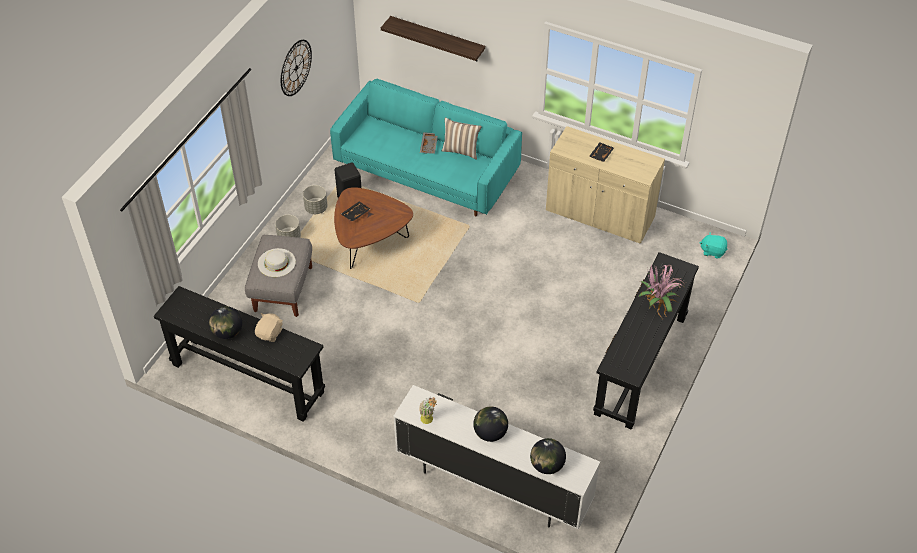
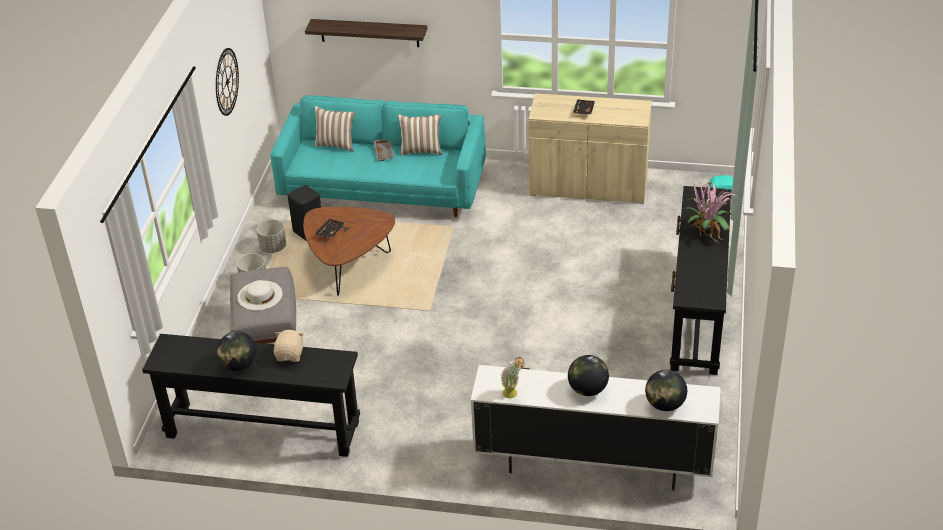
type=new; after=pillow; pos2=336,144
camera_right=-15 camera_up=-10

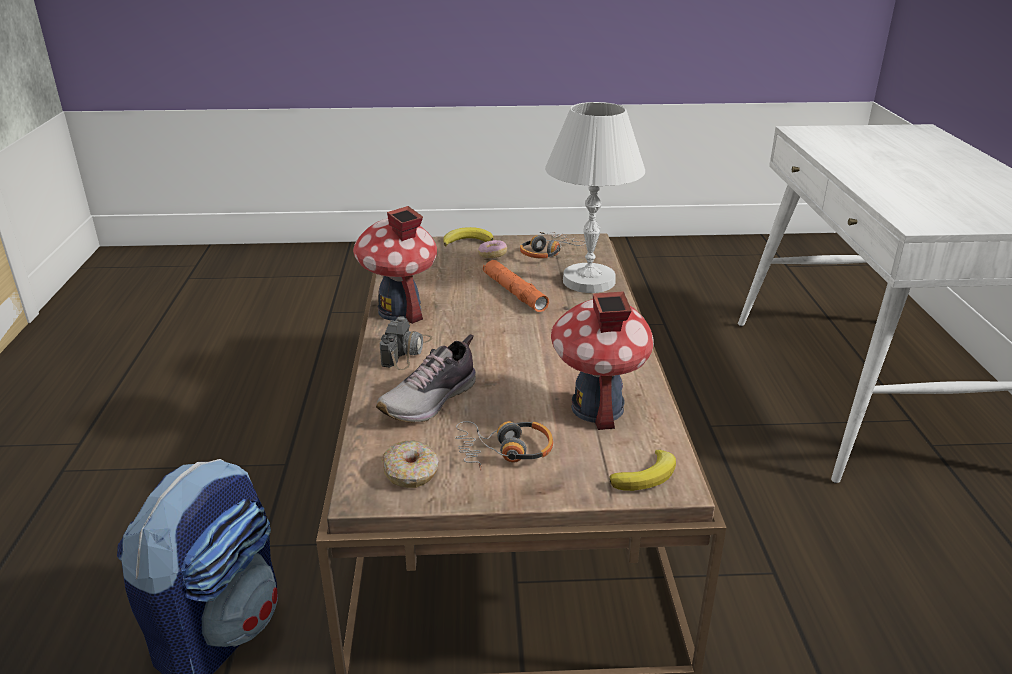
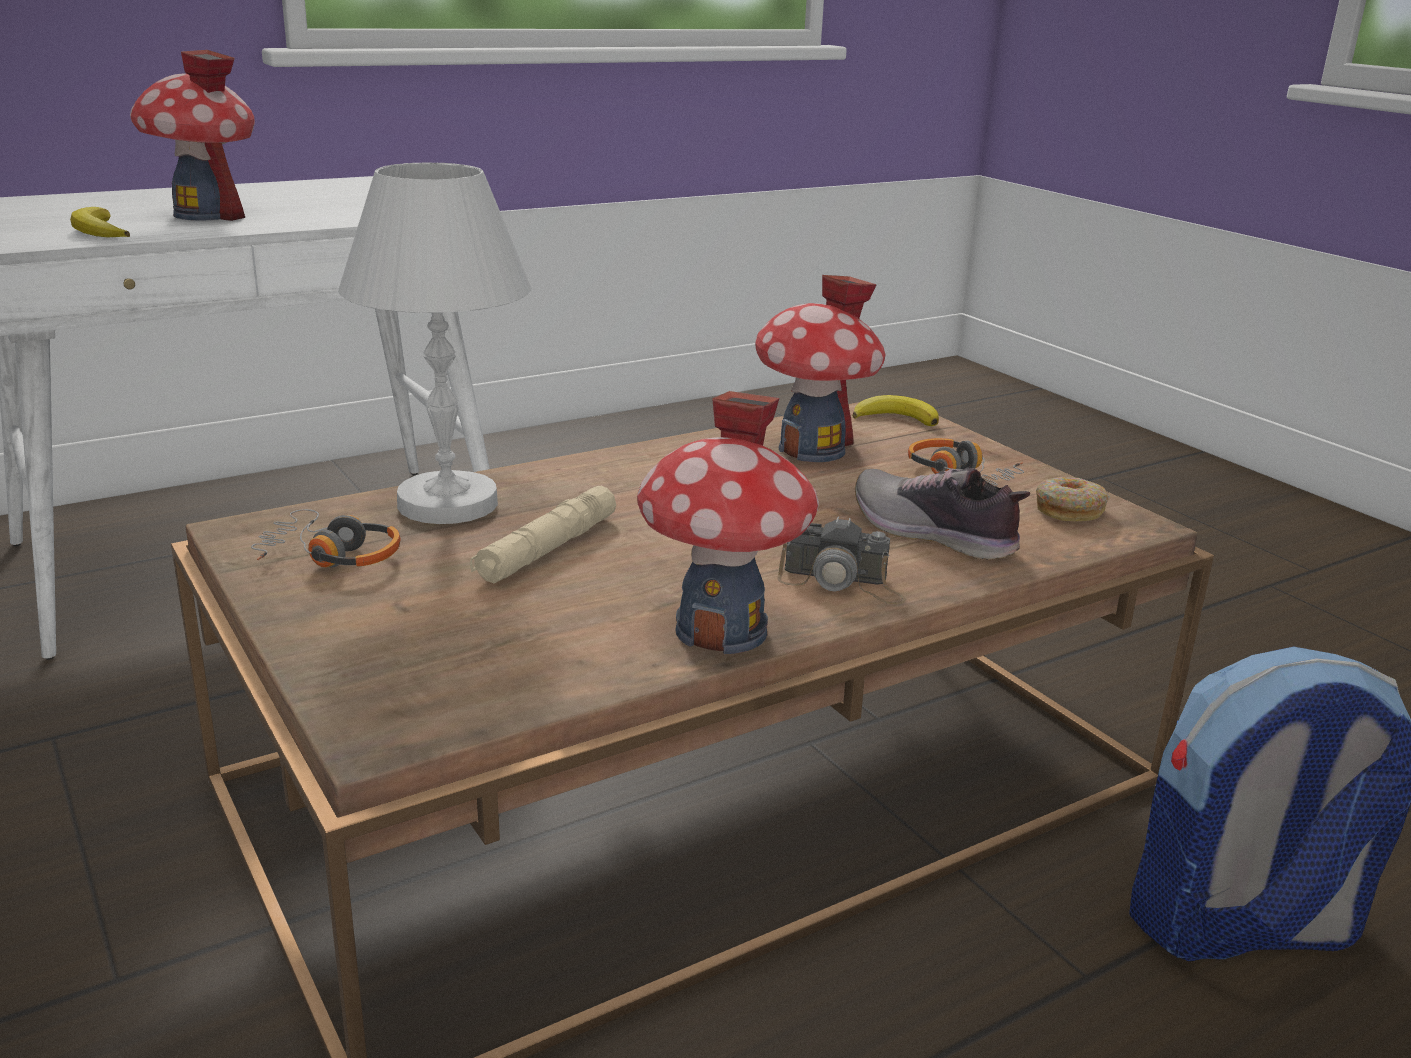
type=shifted; before=banana; pos1=467,241; pos2=98,231
type=gone; before=donut; pos1=492,255
type=repainted; before=flashlight (orange); after=flashlight (beige); pos1=514,292; pos2=547,549
type=rotated; before=photo camera; pos1=407,351; pos2=842,583; turn=-150
type=rotated; before=shoe; pos1=431,400; pos2=933,534; turn=-150
type=new; after=toy house; pos2=205,214
camera_right=-120 camera_up=-5

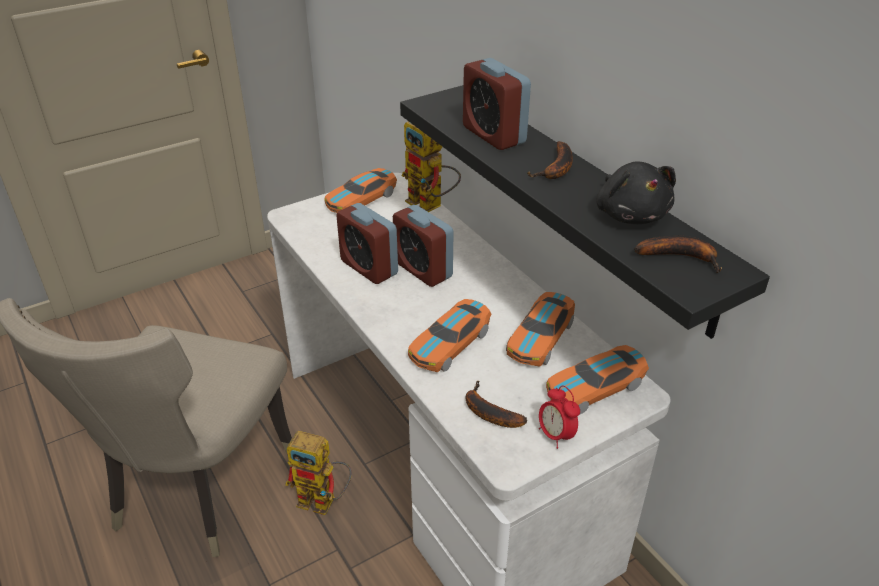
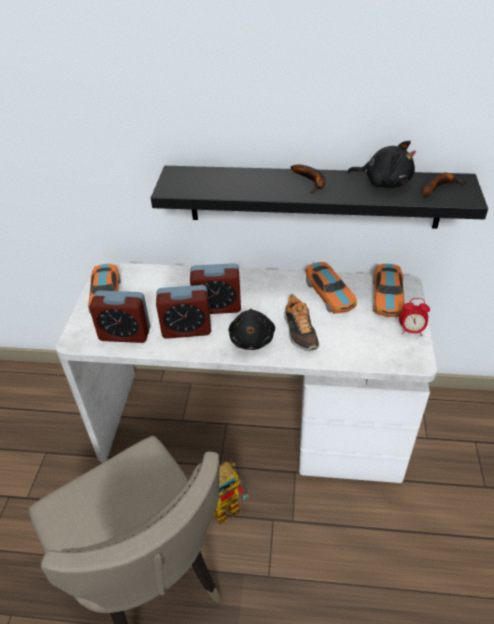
type=shifted; before=alarm clock; pos1=493,135; pos2=125,334
type=gone; before=toy robot; pos1=431,205
type=swapped; before=toy car; after=shoe; pos1=450,343; pos2=299,331
type=gone; before=banana; pos1=487,412
type=new; after=plush toy (black); pos2=252,339
camera_right=-50 camera_up=5

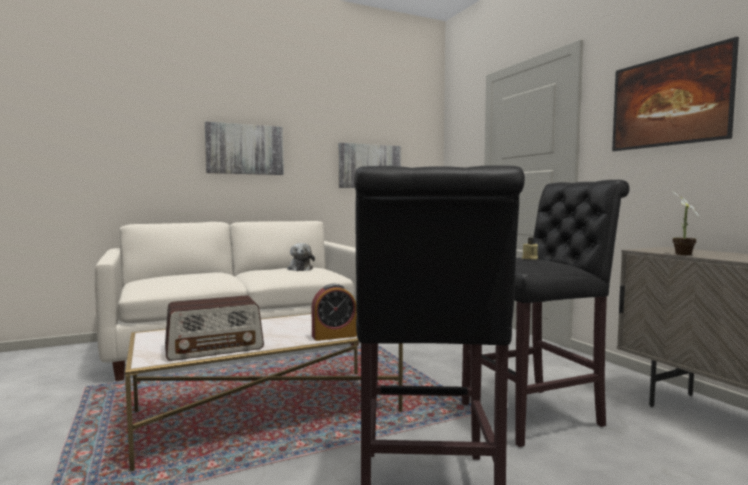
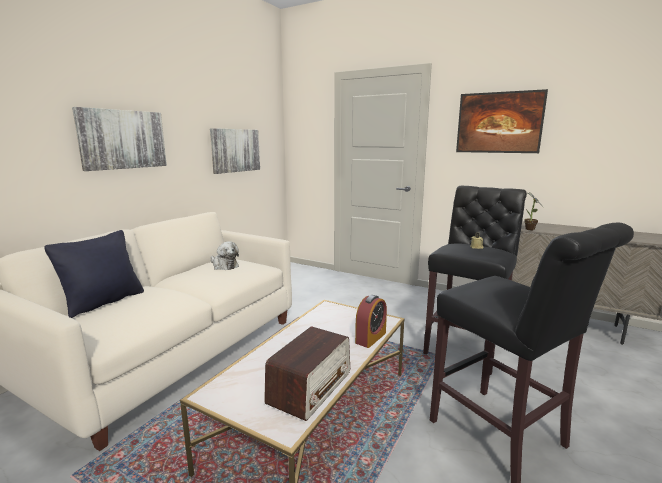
type=new; after=pillow (black); pos2=104,302
camera_right=-35 camera_up=10

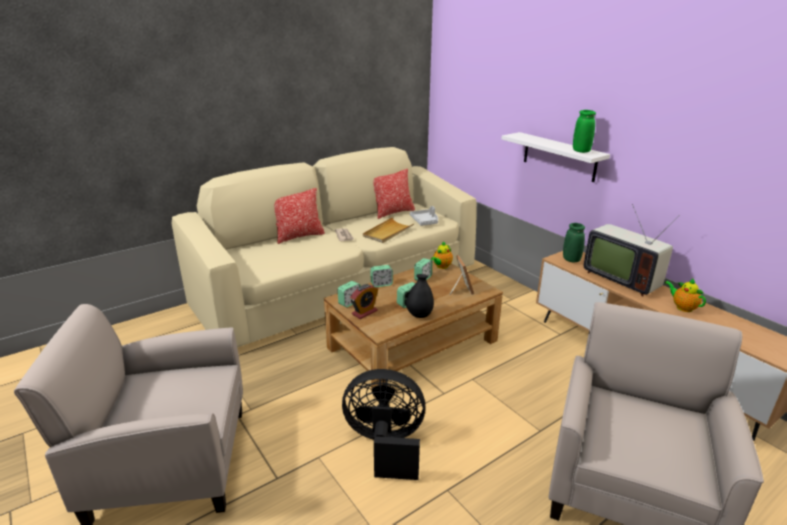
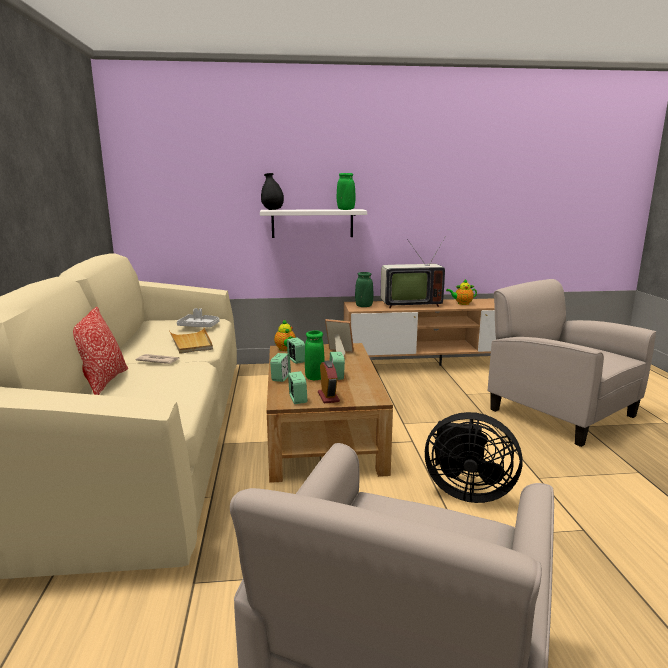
type=gone; before=pillow; pos1=393,212
type=shifted; before=vase (black); pos1=419,315; pos2=272,210
type=rotated; before=fan (black); pos1=385,445; pos2=466,491; turn=-105
type=new; after=vase (green); pos2=314,378
camera_right=-60 camera_up=-10

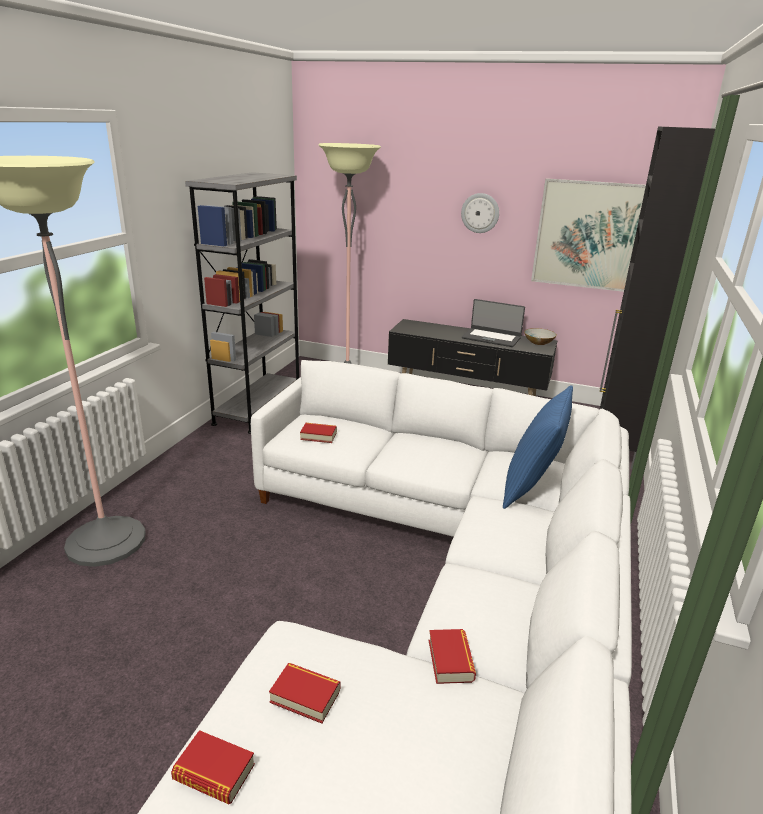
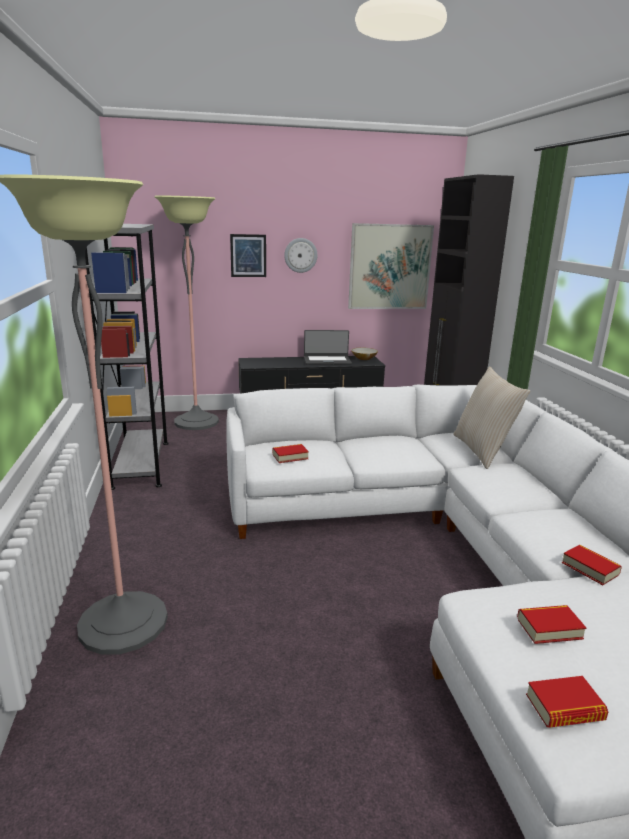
type=repainted; before=pillow (blue); after=pillow (beige); pos1=532,486; pos2=483,451
type=new; after=picture; pos2=248,255
camera_right=-30 camera_up=-5

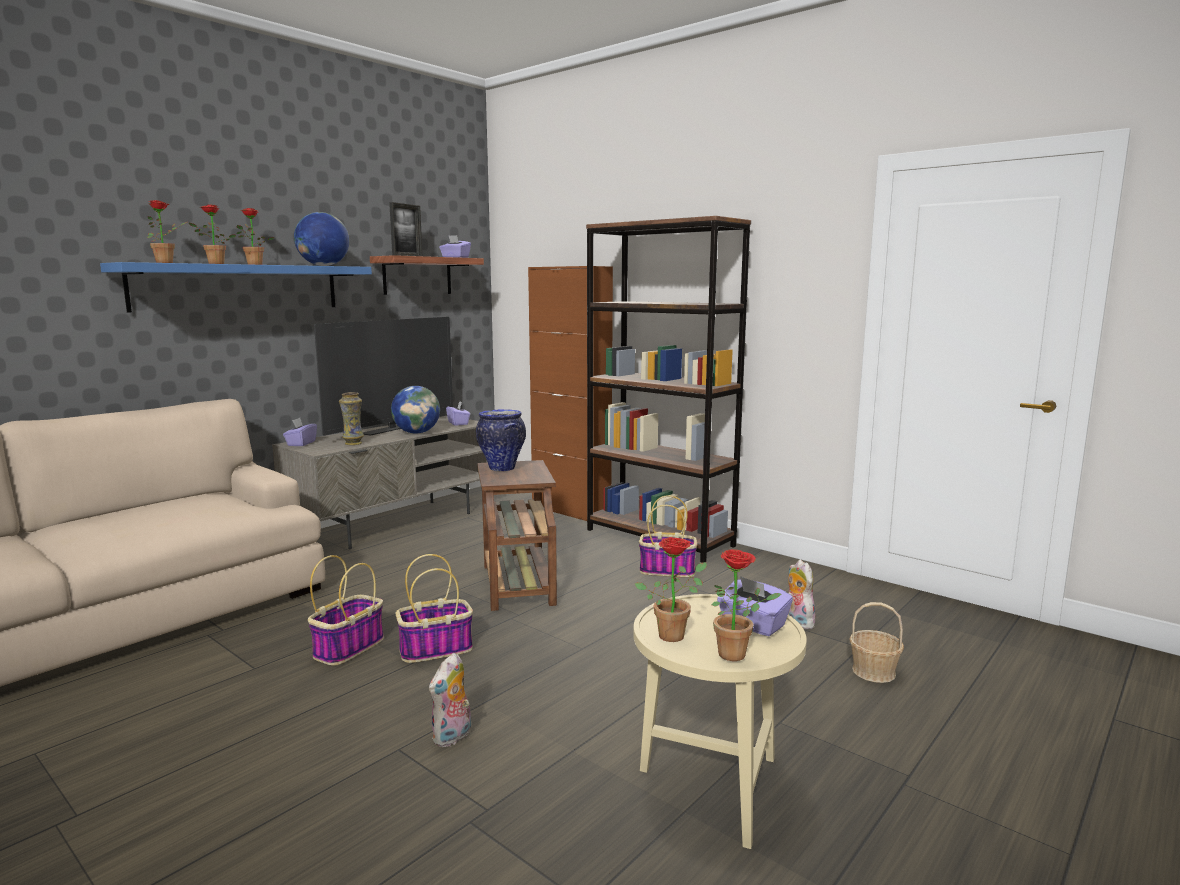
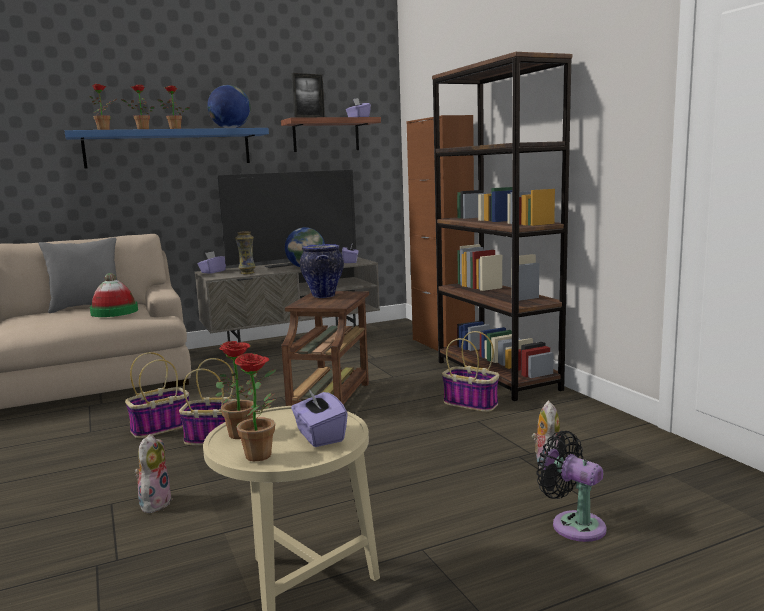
type=swapped; before=basket; after=fan (black); pos1=874,672; pos2=573,524
type=rotated; before=plush toy; pos1=453,737; pos2=154,503; turn=135
type=new; after=pillow (grey); pos2=87,307
type=new; after=hat; pos2=114,312
camera_right=25 camera_up=0

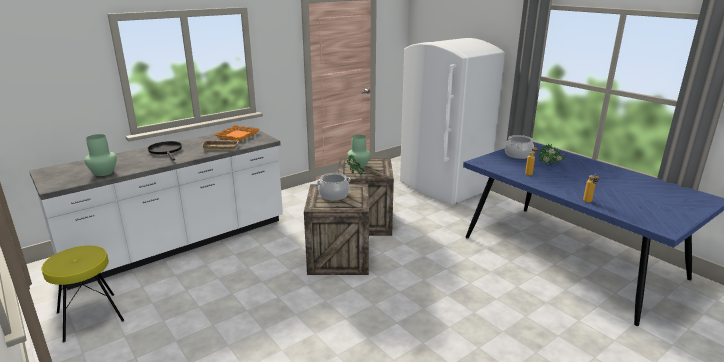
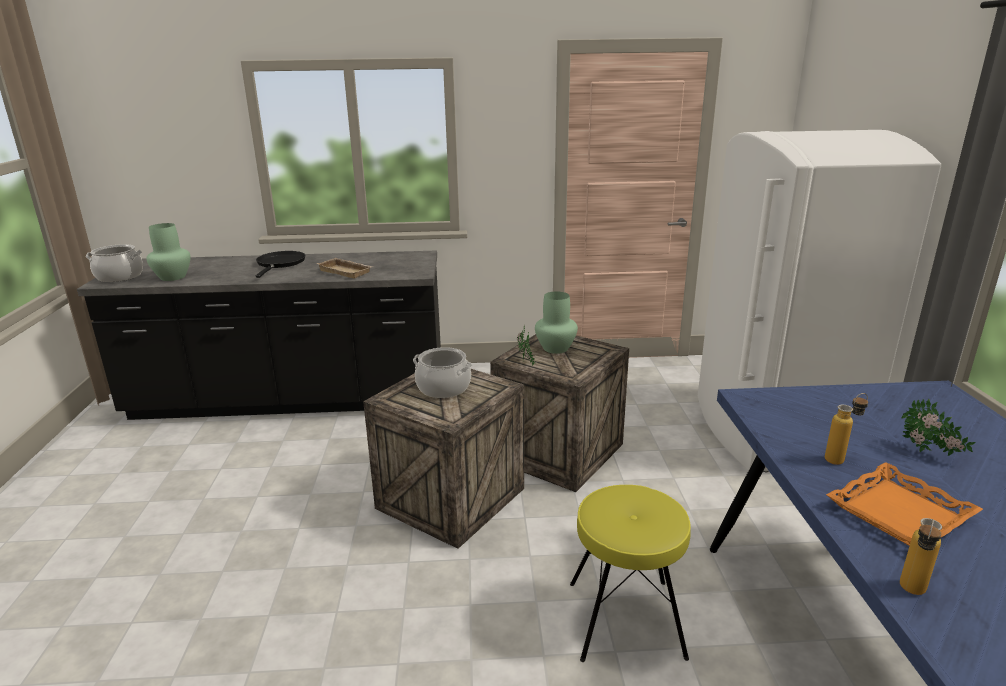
type=shifted; before=tray (orange); pos1=237,135; pos2=899,512
type=repainted; before=counter (white); after=counter (black); pos1=179,244; pos2=291,401
type=shifted; before=cooking pot; pos1=518,155; pos2=119,276
type=shifted; before=stool (yellow); pos1=89,316; pos2=624,618
camera_right=35 camera_up=0

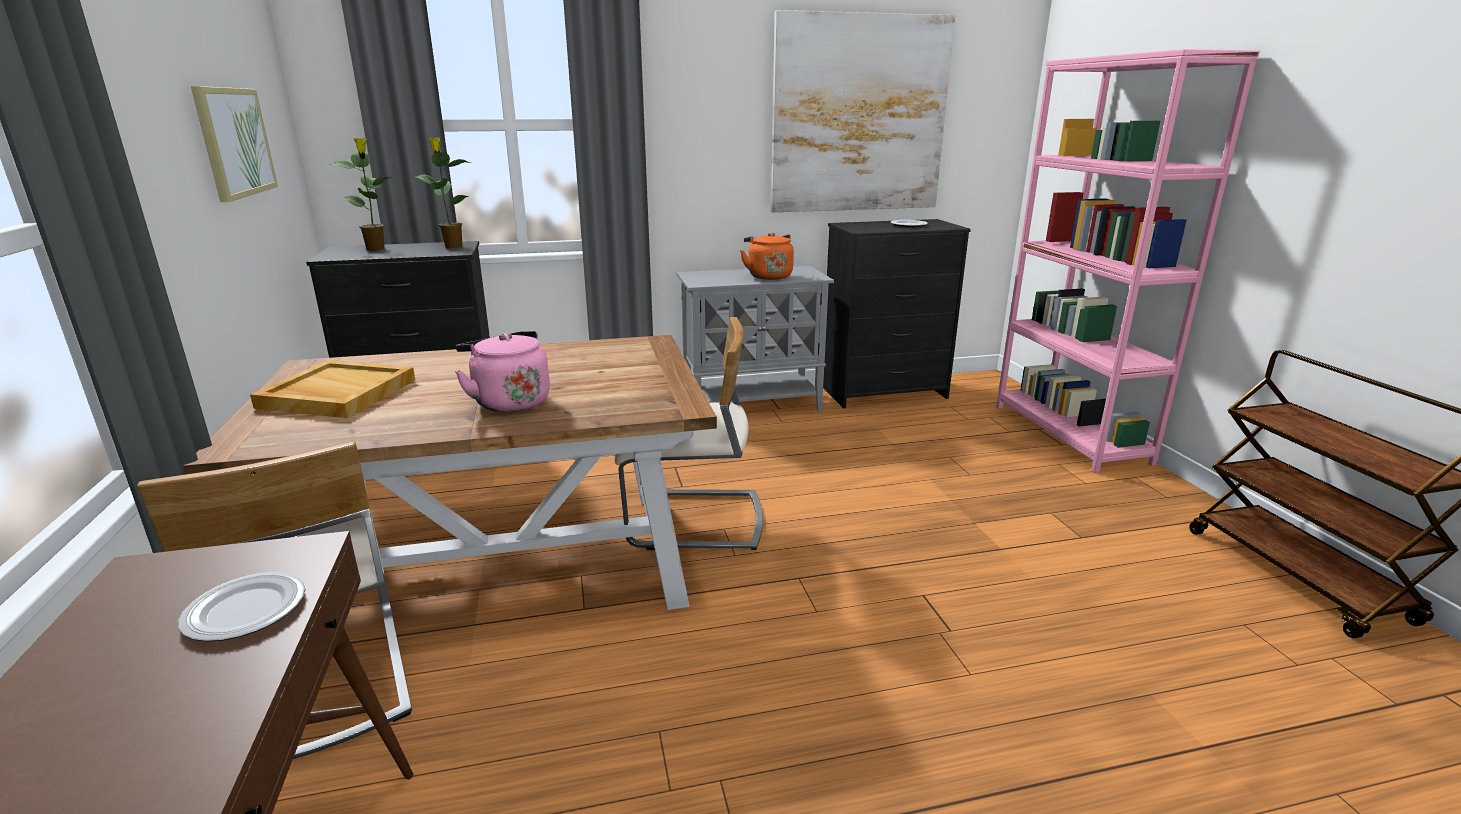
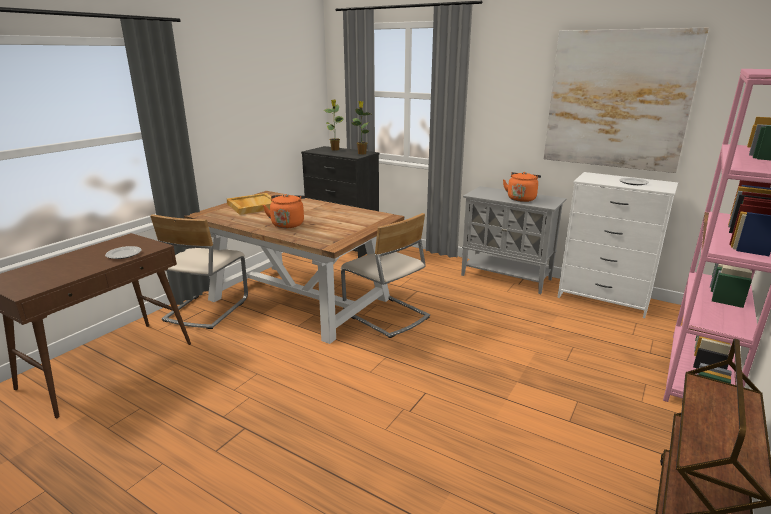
type=gone; before=picture; pos1=234,142
type=repainted; before=dresser (black); after=dresser (white); pos1=883,392; pos2=603,298
type=repainted; before=kettle (pink); after=kettle (orange); pos1=509,401; pos2=288,224
camera_right=45 camera_up=0

